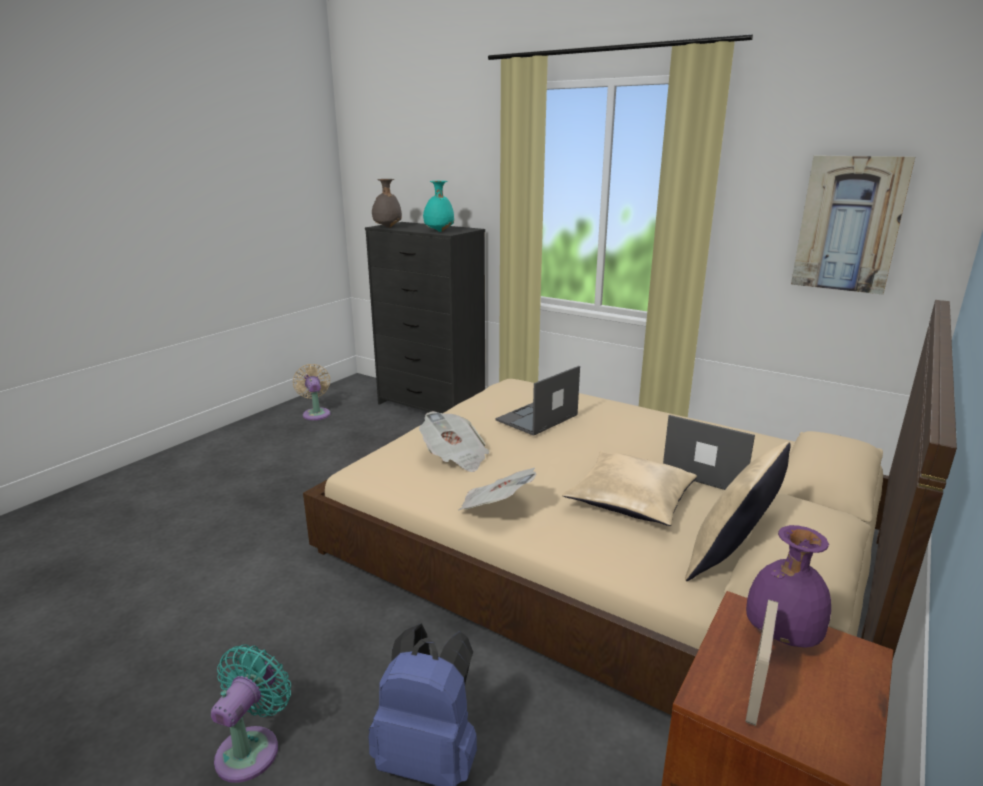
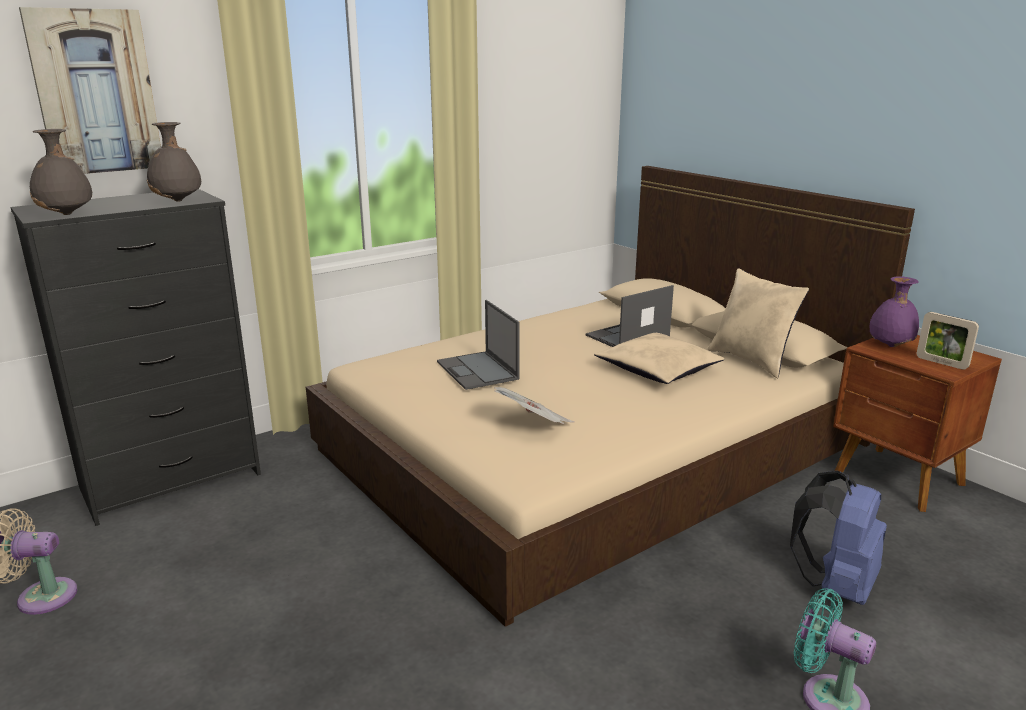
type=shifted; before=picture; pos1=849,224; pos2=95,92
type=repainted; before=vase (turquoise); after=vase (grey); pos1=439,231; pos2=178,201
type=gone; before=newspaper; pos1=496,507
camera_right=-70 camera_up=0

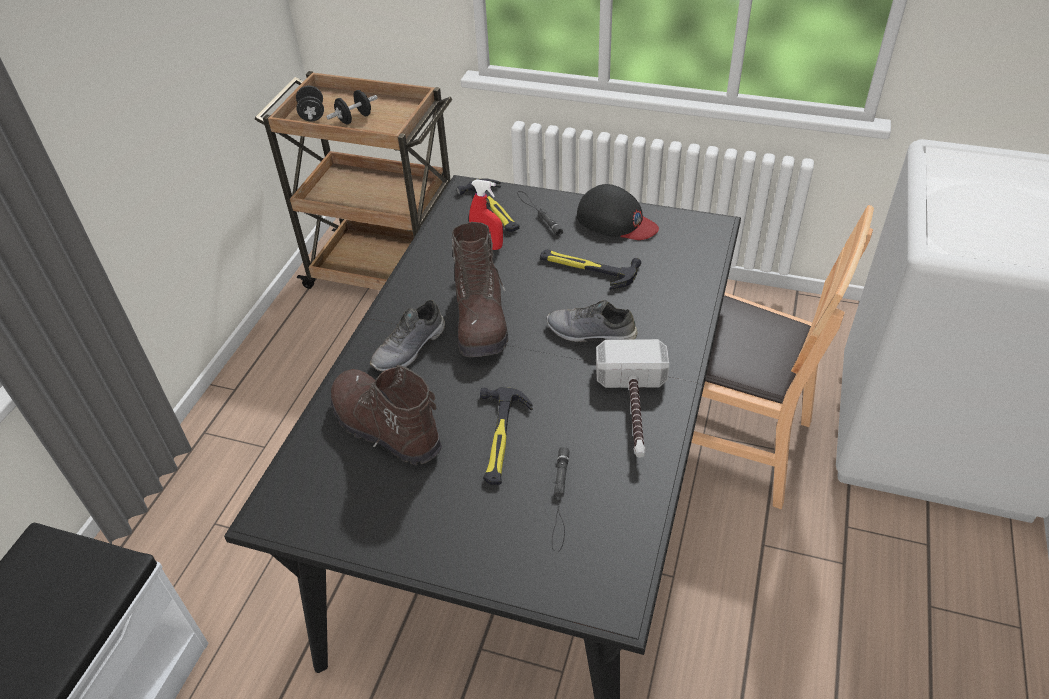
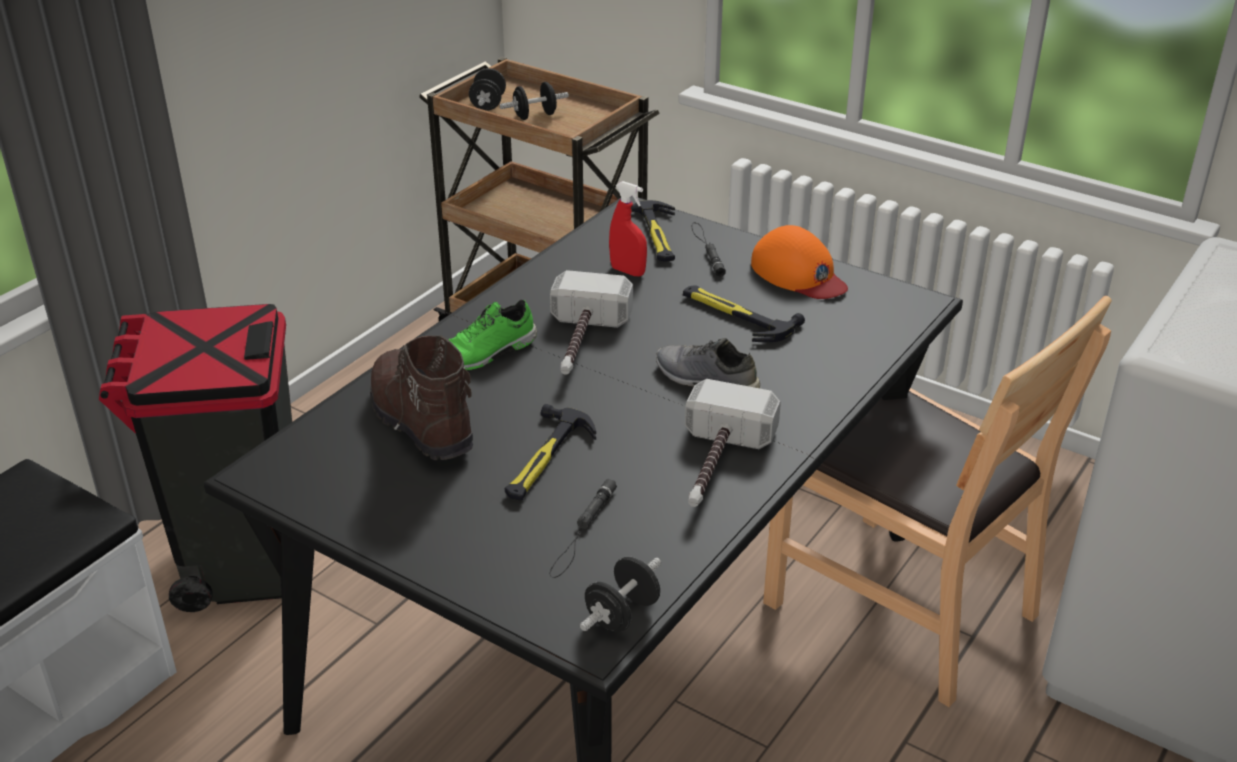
type=repainted; before=cap (black); after=cap (orange); pos1=616,221; pos2=798,274
type=swapped; before=boot (brown); after=hammer; pos1=481,321; pos2=581,343
type=repainted; before=shoe (grey); after=shoe (green); pos1=410,349; pos2=486,354
type=new; after=trash can (black); pos2=242,560
type=new; after=dumbbell (black); pos2=622,614
camera_right=15 camera_up=-10

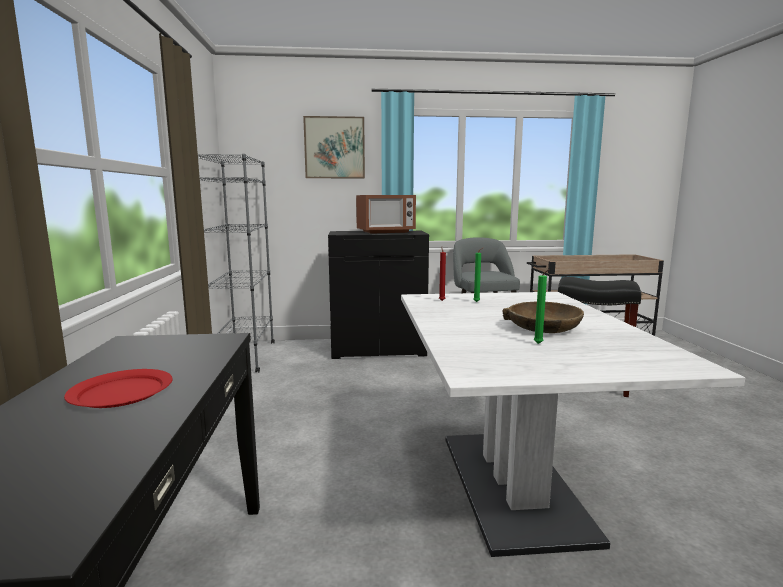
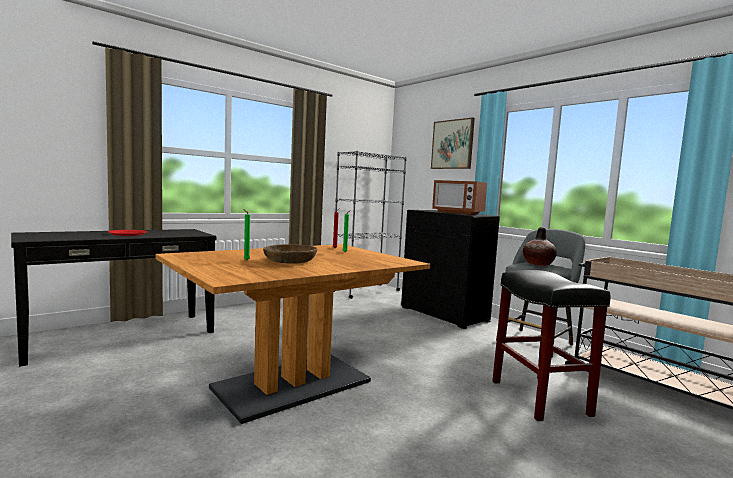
type=repainted; before=dining table (white); after=dining table (brown); pos1=512,485; pos2=292,385
type=new; after=vase; pos2=538,264
camera_right=55 camera_up=-5

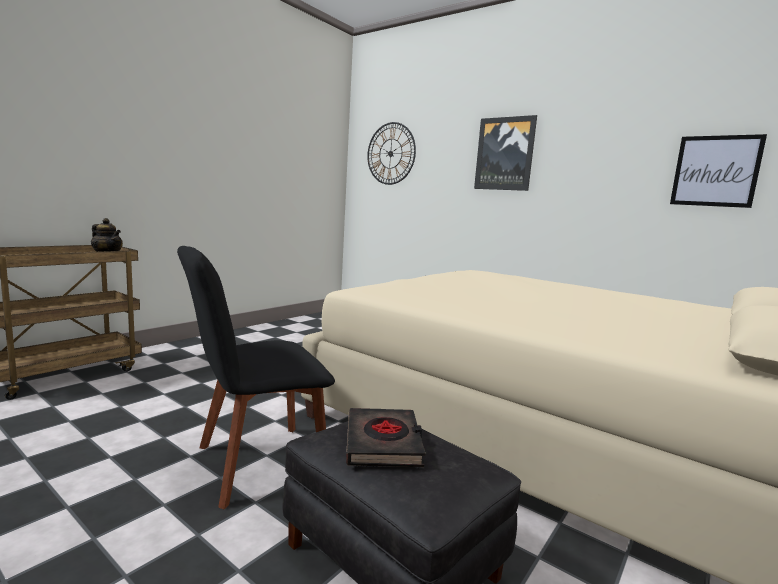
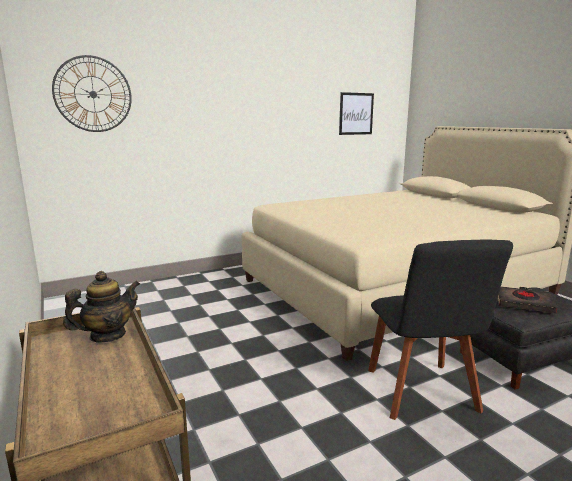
type=gone; before=picture; pos1=505,154
camera_right=-65 camera_up=5

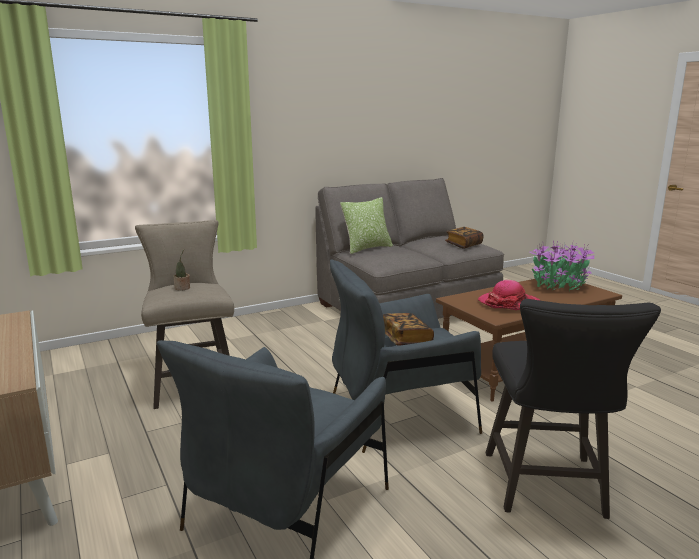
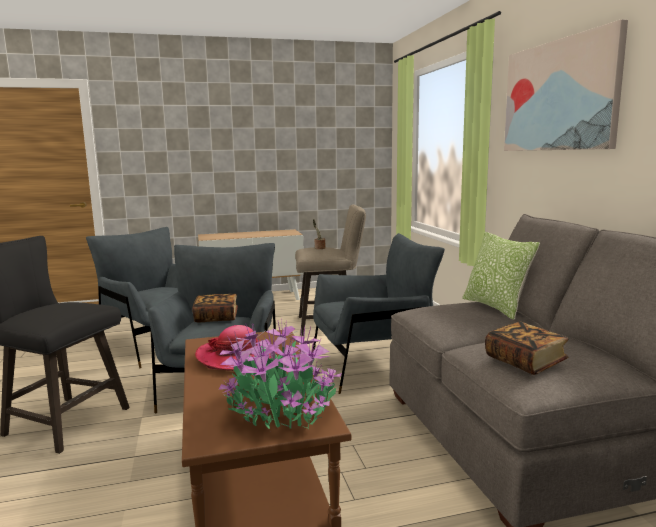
type=new; after=picture; pos2=559,96
type=new; after=armchair (grey); pos2=373,366
camera_right=105 camera_up=-5

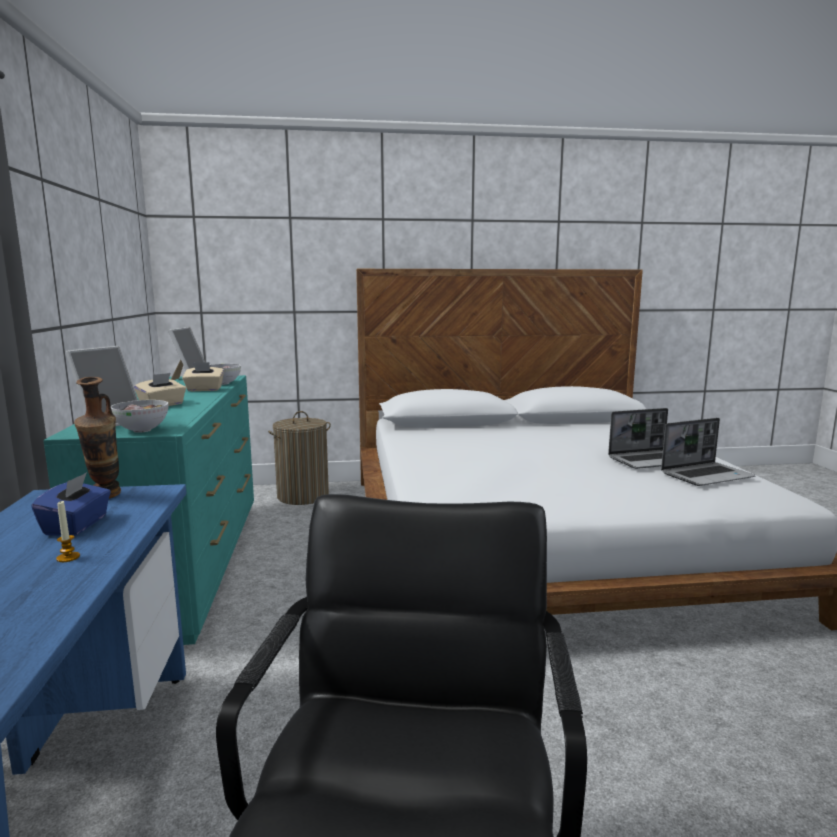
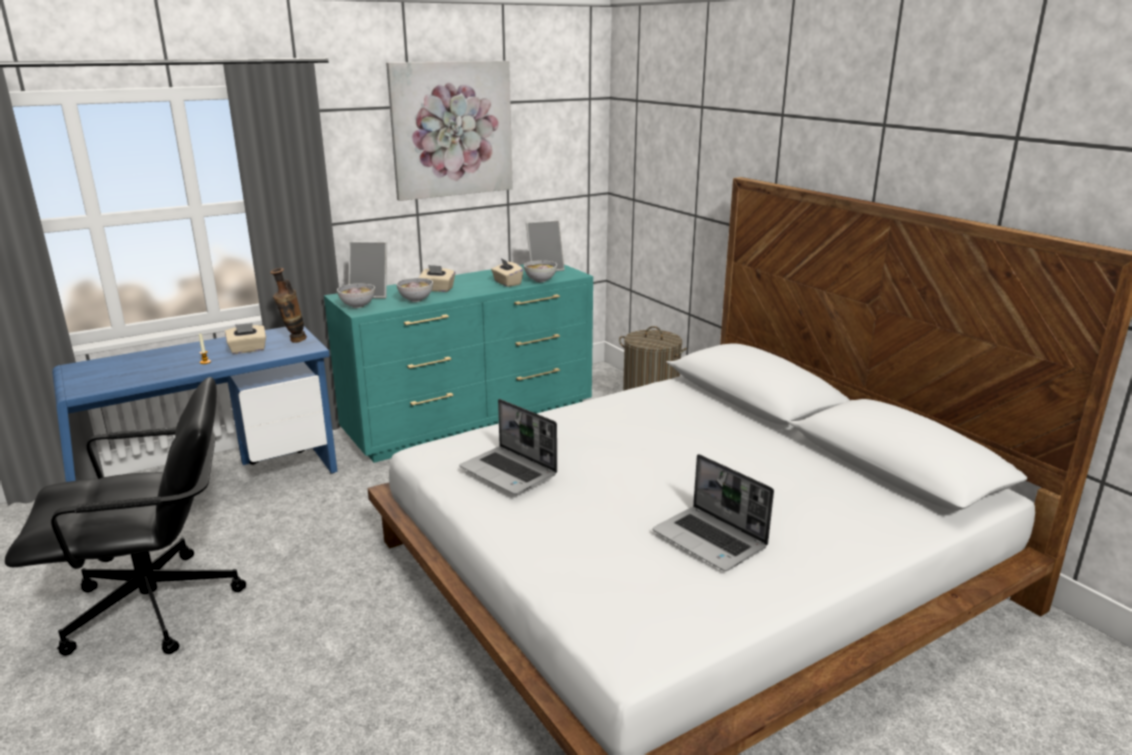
type=shifted; before=laptop; pos1=707,475; pos2=510,472
type=repainted; before=tissue box (blue); after=tissue box (beige); pos1=77,525; pos2=248,350
type=new; after=picture; pos2=452,129
type=new; after=bowl; pos2=416,300
camera_right=65 camera_up=10

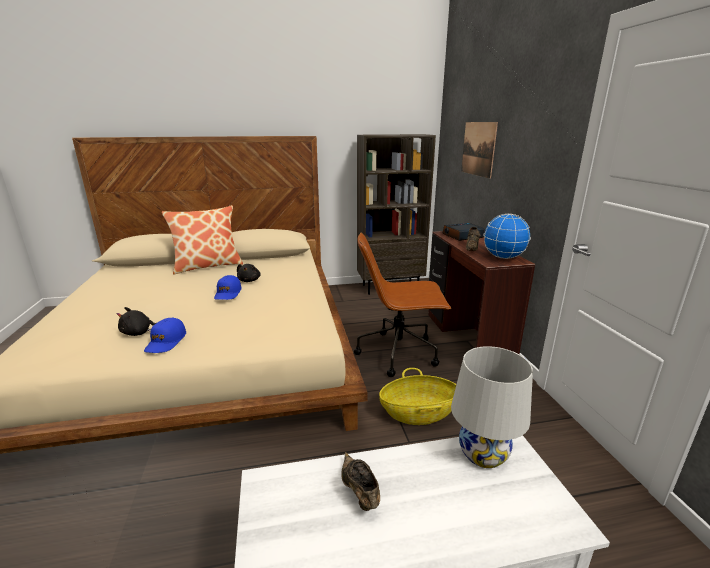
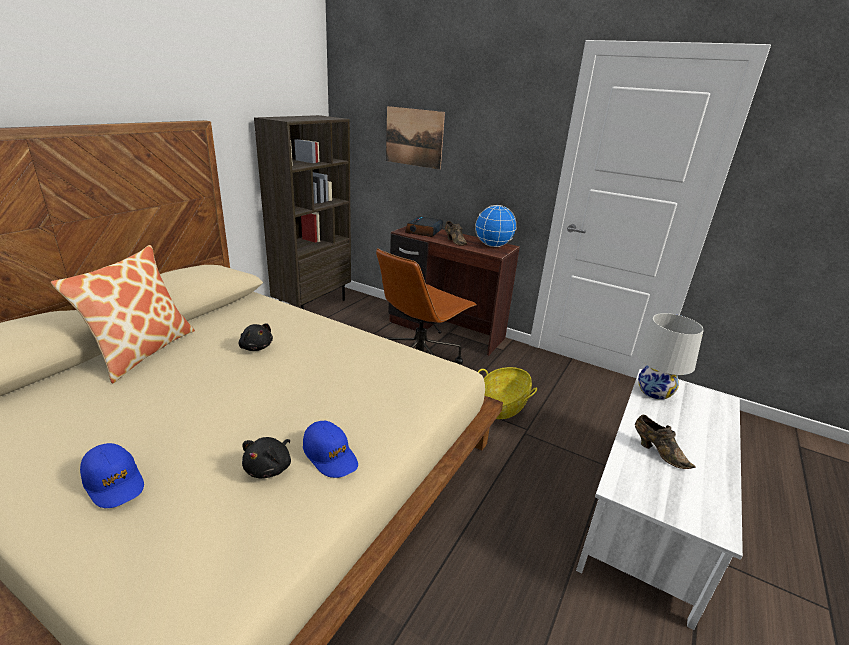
type=shifted; before=cap (blue); pos1=228,293; pos2=114,482
type=rotated; before=shoe (brown); pos1=359,492; pos2=658,452; turn=-150
camera_right=-50 camera_up=5

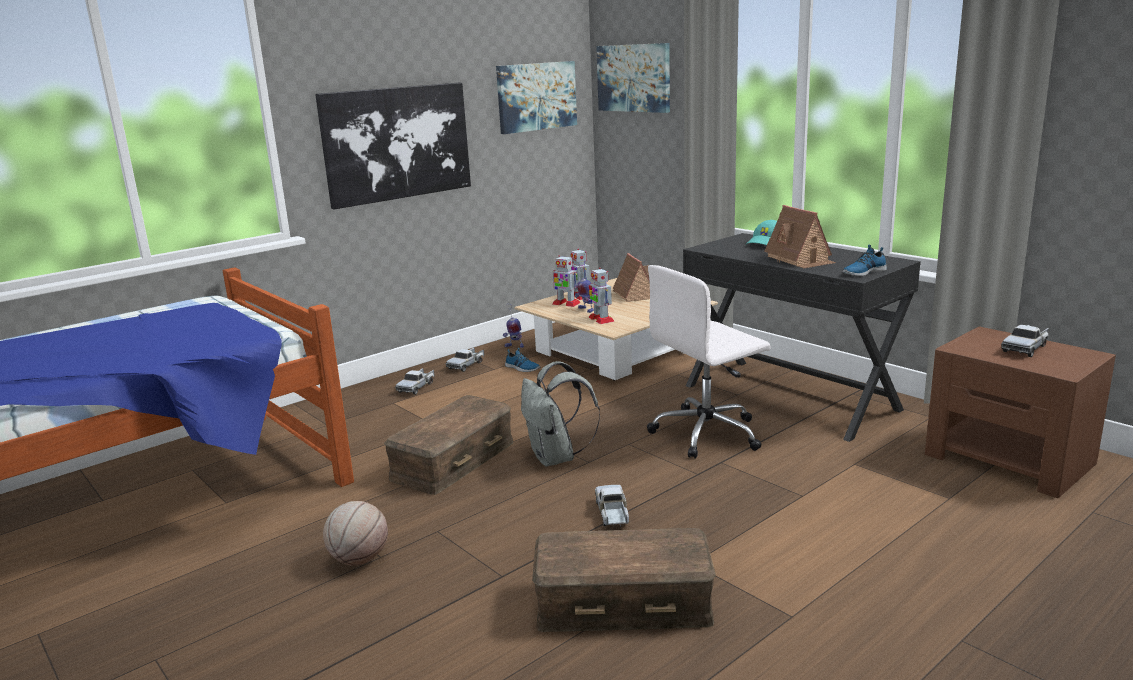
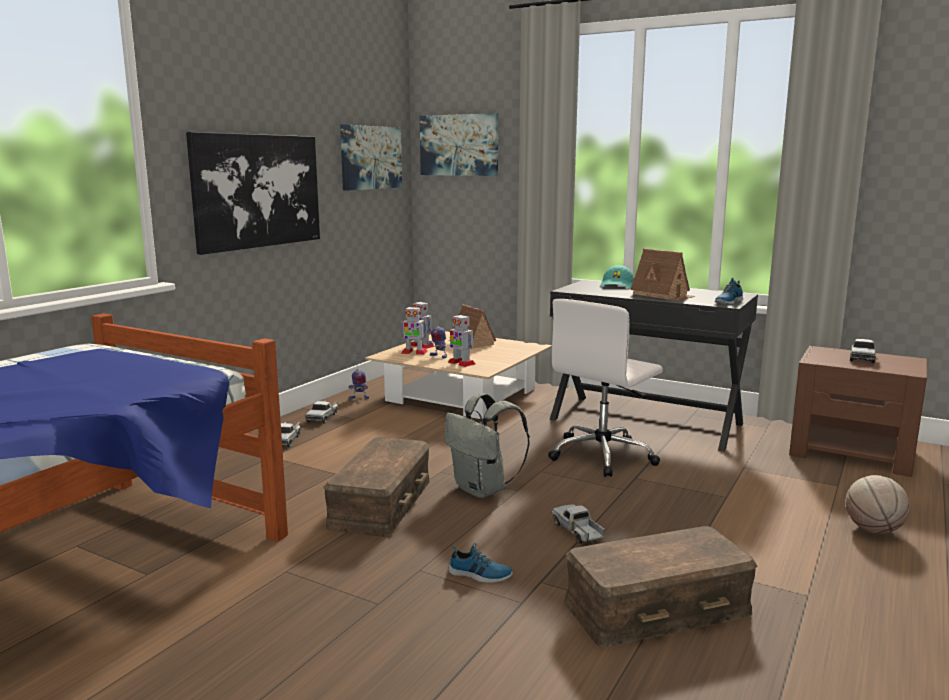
type=shifted; before=shoe; pos1=522,368; pos2=480,575
type=shifted; before=basketball; pos1=359,559; pos2=873,530
camera_right=-20 camera_up=-5

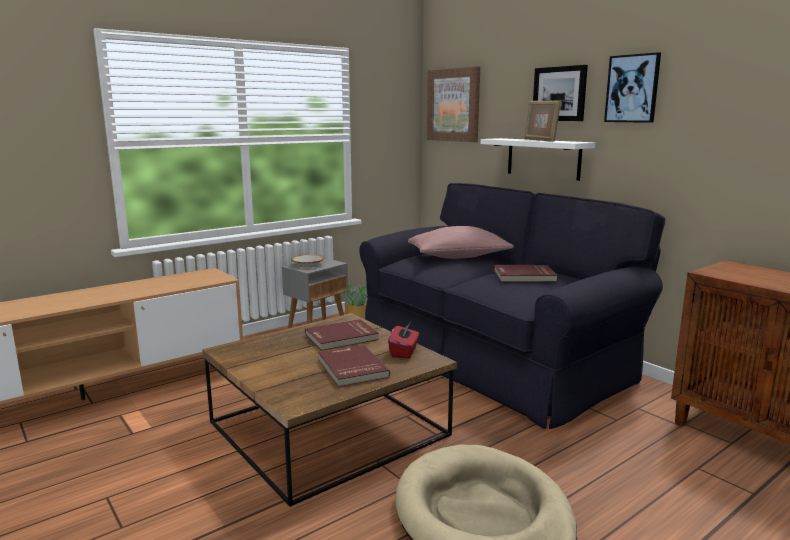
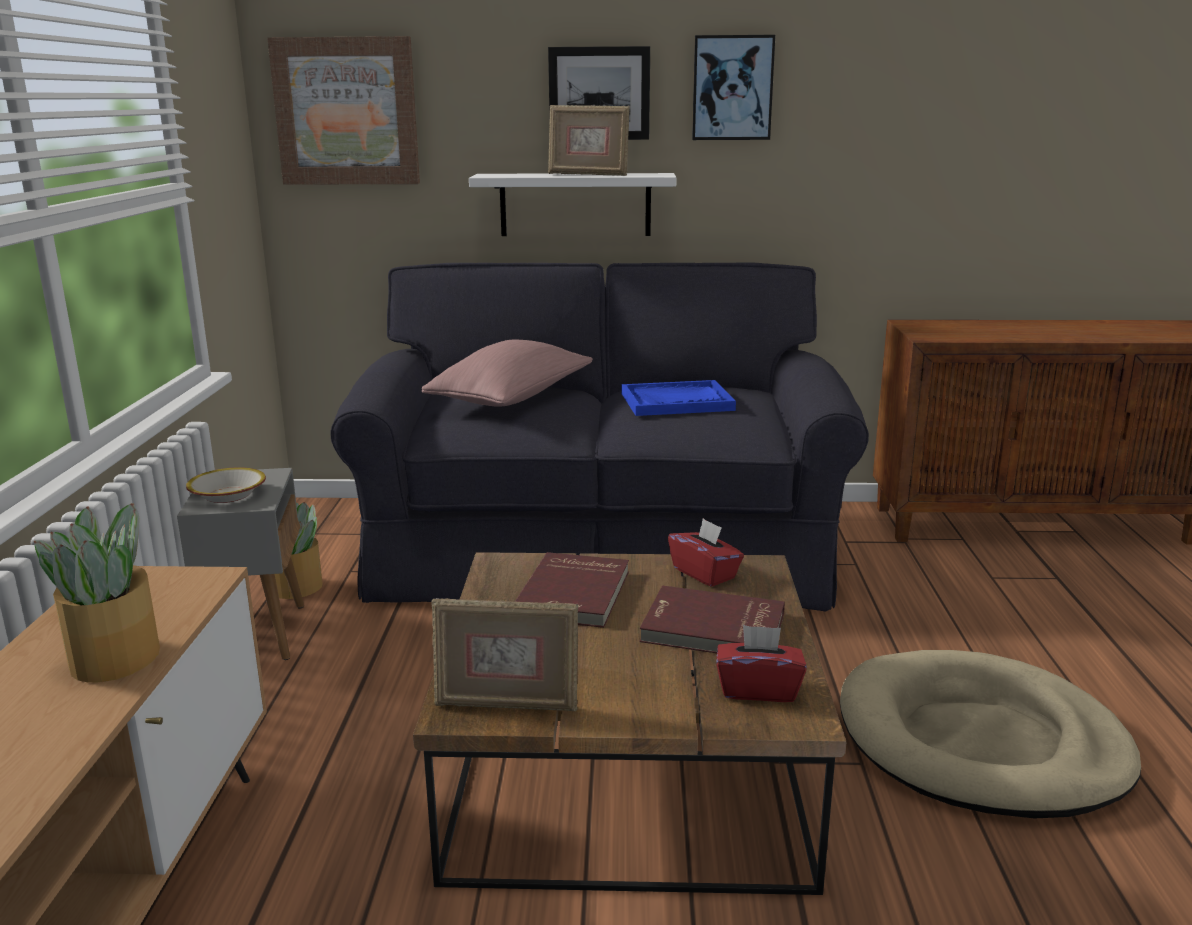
type=swapped; before=book (red); after=tray (blue); pos1=524,276; pos2=677,401
type=new; after=potted plant; pos2=117,657
type=new; after=picture frame; pos2=506,704
type=new; after=tissue box (red); pos2=758,689
camera_right=-50 camera_up=5

